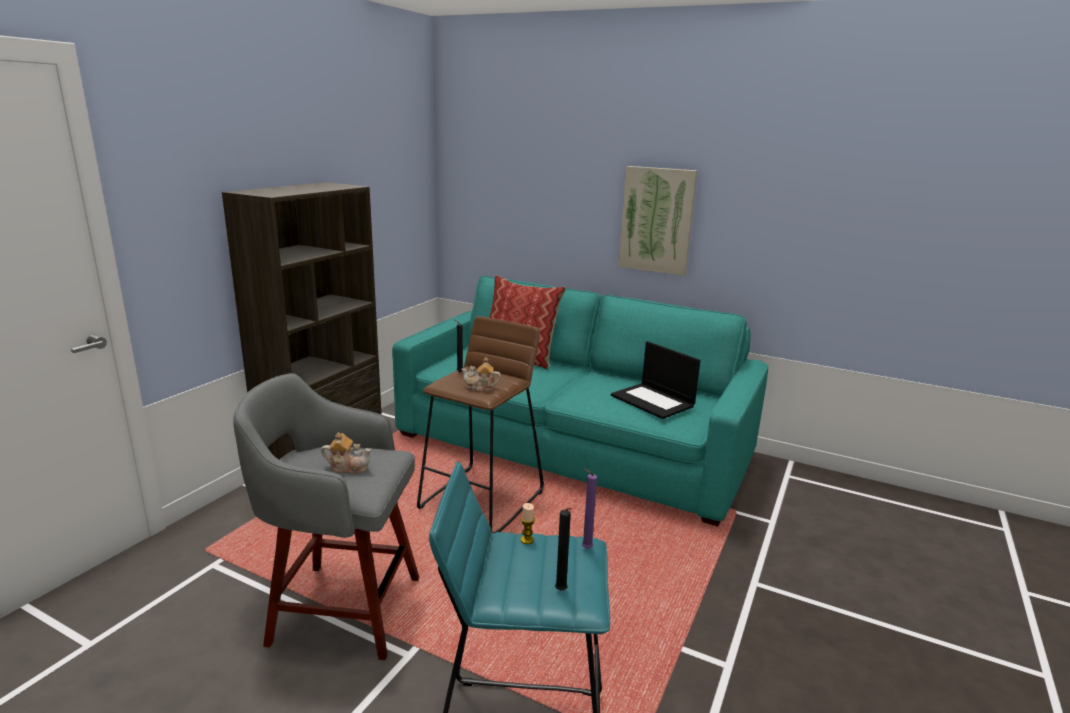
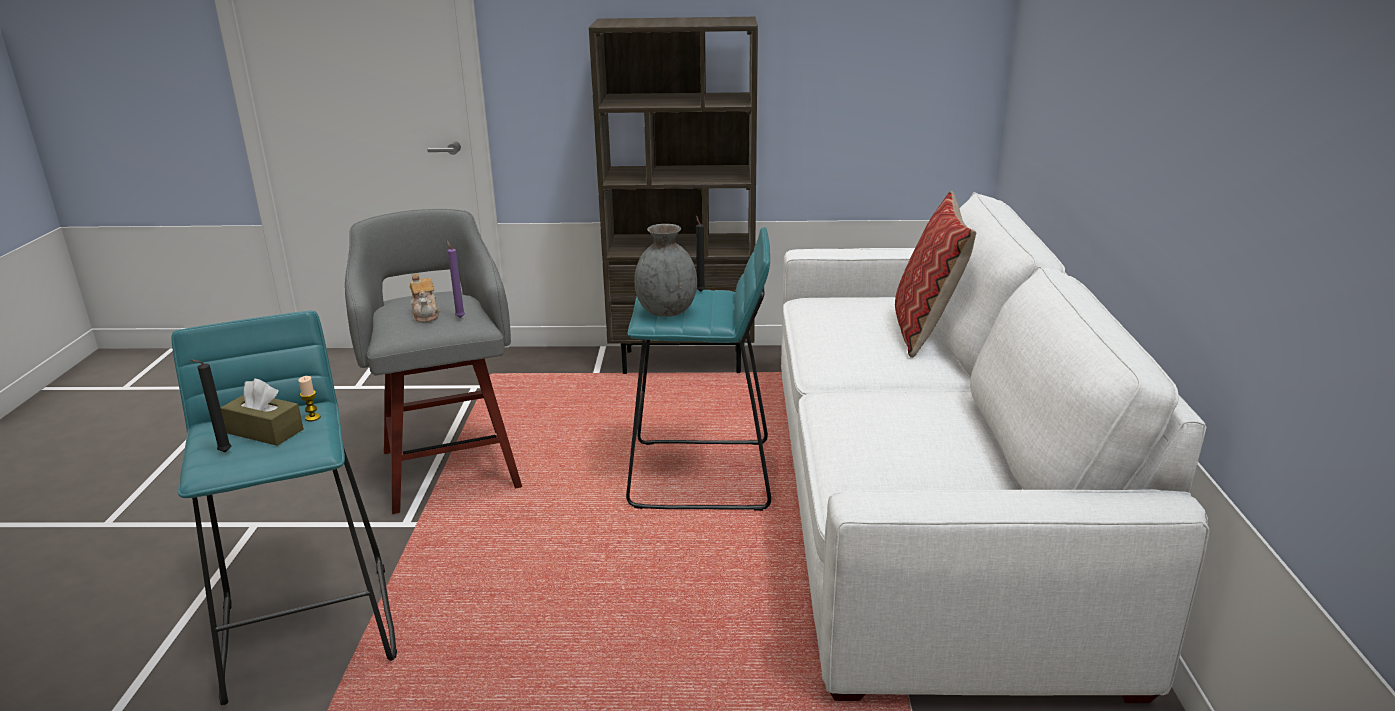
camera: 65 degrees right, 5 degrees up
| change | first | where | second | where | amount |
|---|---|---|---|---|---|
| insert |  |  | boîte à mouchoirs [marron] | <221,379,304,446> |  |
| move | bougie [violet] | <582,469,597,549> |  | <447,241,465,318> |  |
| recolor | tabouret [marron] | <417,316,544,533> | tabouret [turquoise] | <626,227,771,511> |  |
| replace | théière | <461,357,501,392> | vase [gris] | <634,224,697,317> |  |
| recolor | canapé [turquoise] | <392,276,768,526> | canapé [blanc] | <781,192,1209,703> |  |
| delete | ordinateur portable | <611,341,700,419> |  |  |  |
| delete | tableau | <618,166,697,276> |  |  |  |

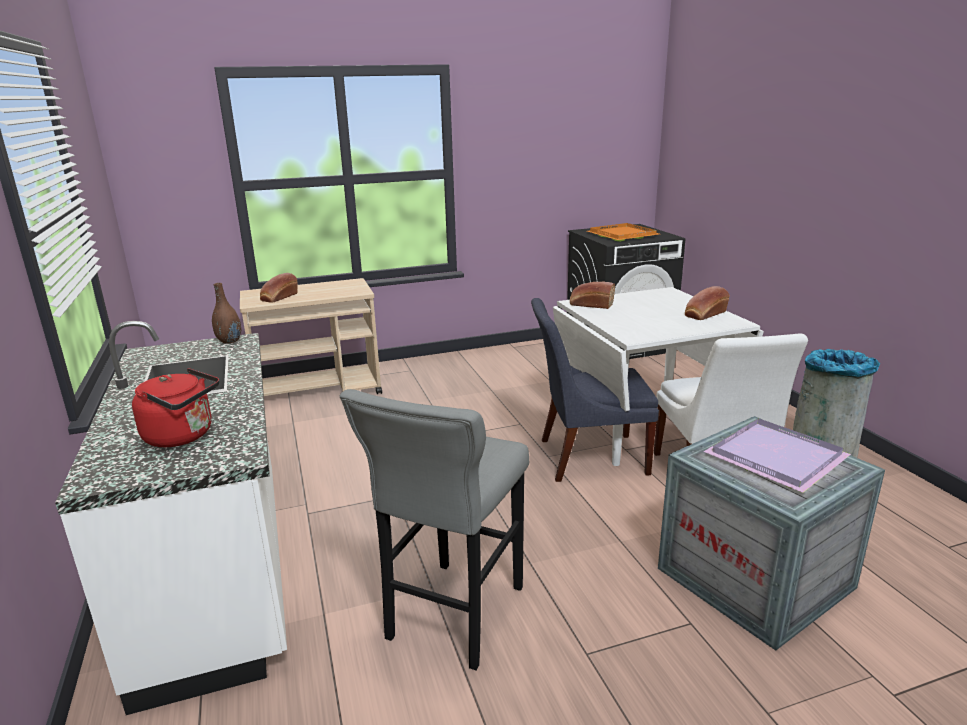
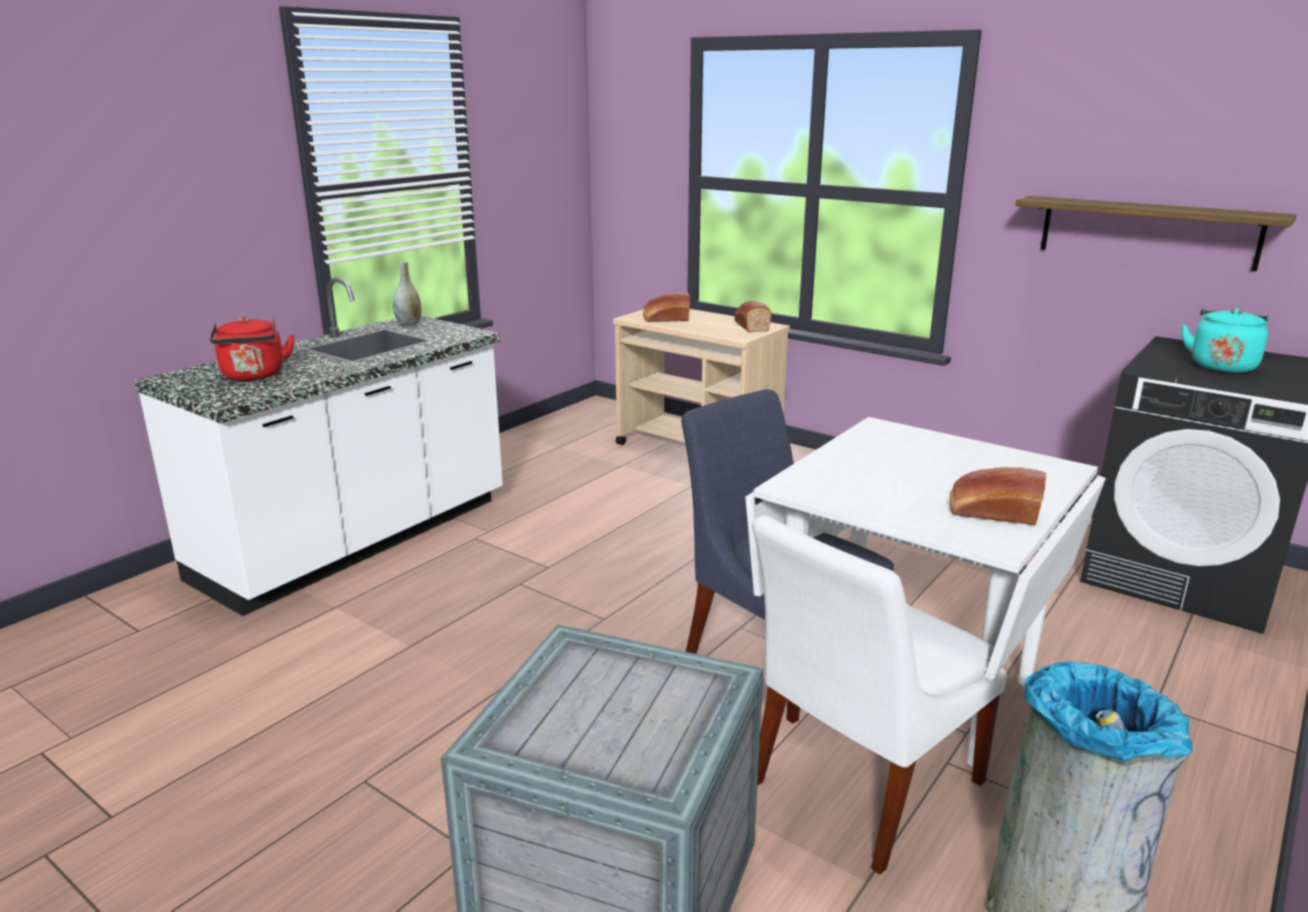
camera: 55 degrees right, 0 degrees up
| change | first | where | second | where | amount |
|---|---|---|---|---|---|
| insert |  |  | vase [gris] | <393,262,421,325> |  |
| move | pain | <570,282,615,309> |  | <735,301,771,332> |  |
| insert |  |  | étagère | <1015,196,1297,271> |  |
| replace | plateau [orange] | <587,223,659,241> | bouilloire [turquoise] | <1182,308,1269,373> |  |
| delete | vase [marron] | <212,283,241,343> |  |  |  |
| delete | tabouret [gris] | <340,389,529,670> |  |  |  |
| delete | plateau [violet] | <704,418,851,493> |  |  |  |

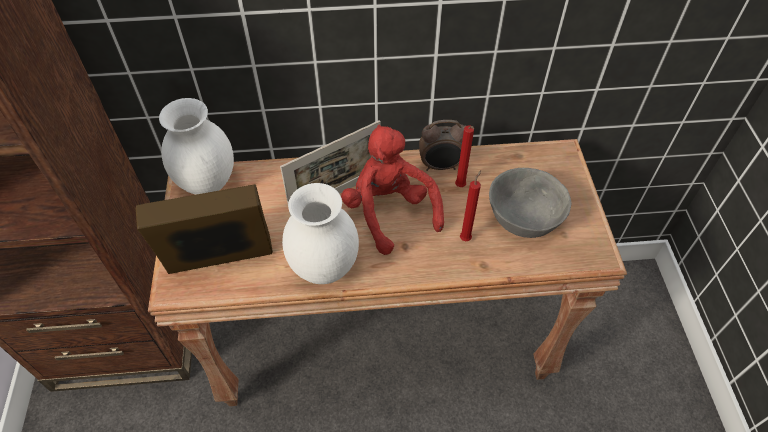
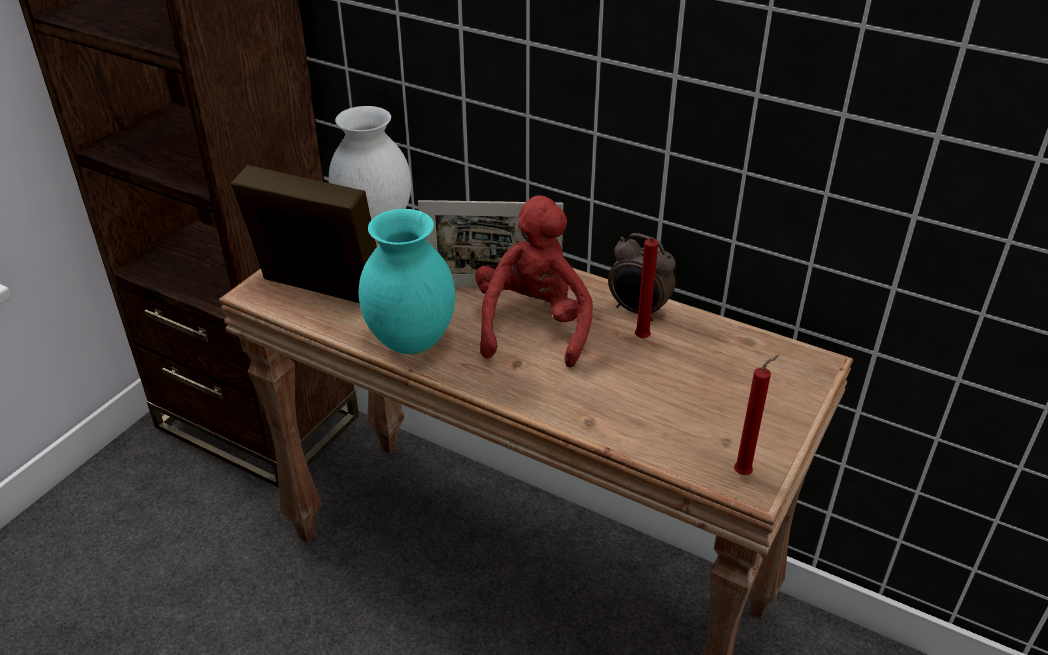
camera: 35 degrees right, 15 degrees down
| change | first | where | second | where | amount |
|---|---|---|---|---|---|
| recolor | vase [blanc] | <282,183,359,284> | vase [turquoise] | <359,209,455,354> |  |
| move | bougie [rouge] | <460,170,481,241> |  | <734,355,779,475> |  |
| delete | bol [gris] | <489,168,571,238> |  |  |  |

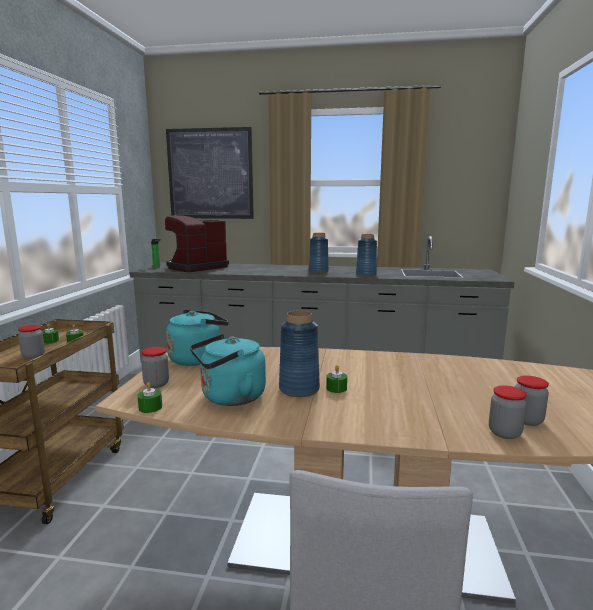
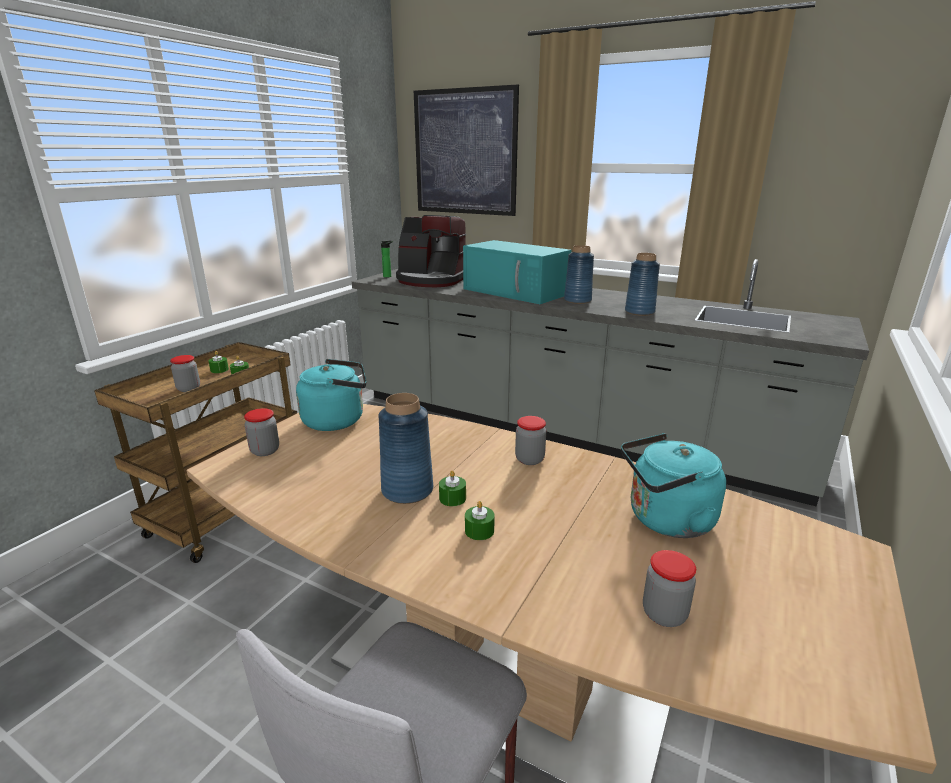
camera: 20 degrees right, 10 degrees up
| change | first | where | second | where | amount |
|---|---|---|---|---|---|
| rotate | machine à café | <165,215,229,272> |  | <396,215,466,287> | 135 degrees counterclockwise |
| insert |  |  | micro-ondes [turquoise] | <463,240,572,304> |  |
| move | bougie [vert] | <137,382,162,413> |  | <465,501,495,540> |  |
| move | bocal | <489,386,527,439> |  | <515,416,546,465> |  |
| move | bouilloire [turquoise] | <190,334,266,406> |  | <621,433,726,538> |  |

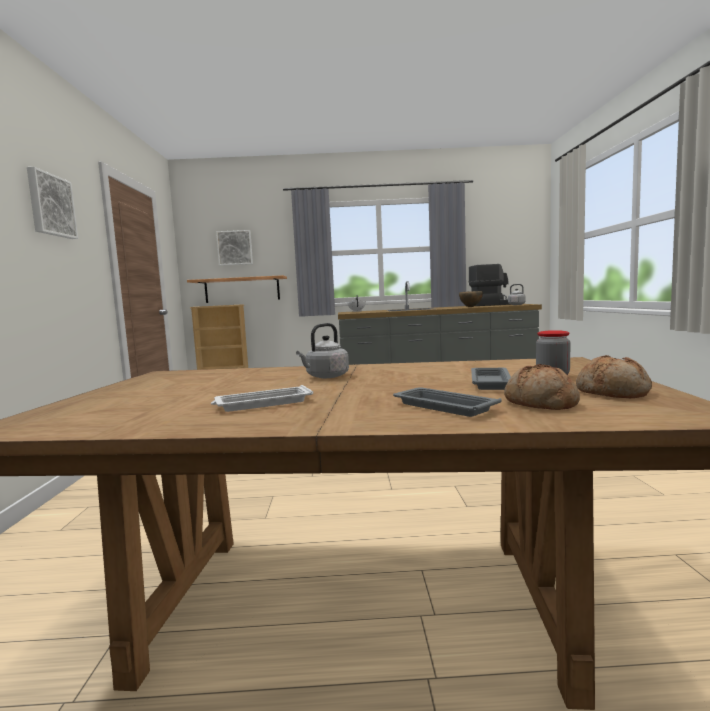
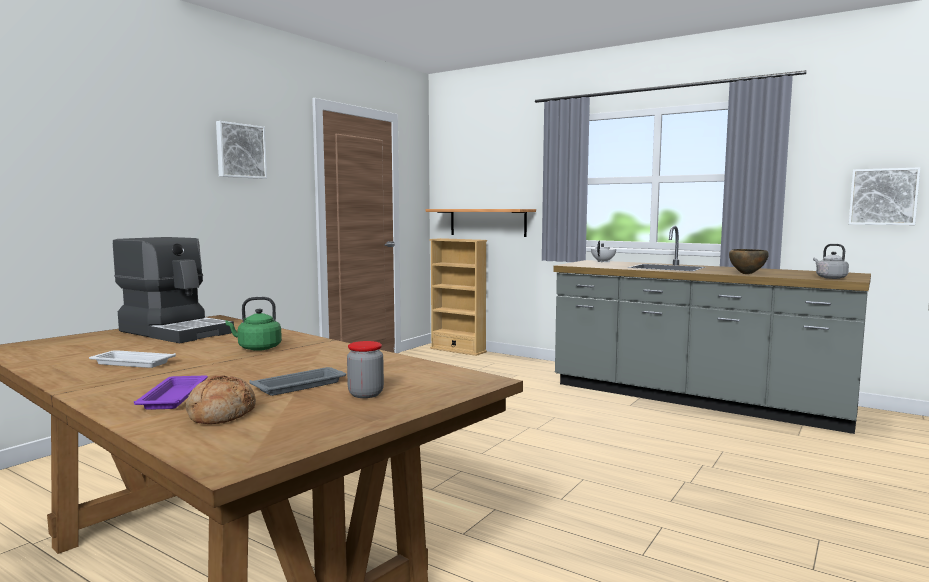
camera: 35 degrees right, 0 degrees up
| change | first | where | second | where | amount |
|---|---|---|---|---|---|
| move | machine à café | <469,264,511,306> |  | <113,237,234,343> |  |
| recolor | plateau [gris] | <393,387,501,417> | plateau [violet] | <134,376,208,410> |  |
| recolor | bouilloire [gris] | <296,323,349,378> | bouilloire [vert] | <225,297,282,351> |  |
| move | tableau | <216,230,253,266> |  | <849,167,920,225> |  |
| delete | pain | <576,355,652,398> |  |  |  |

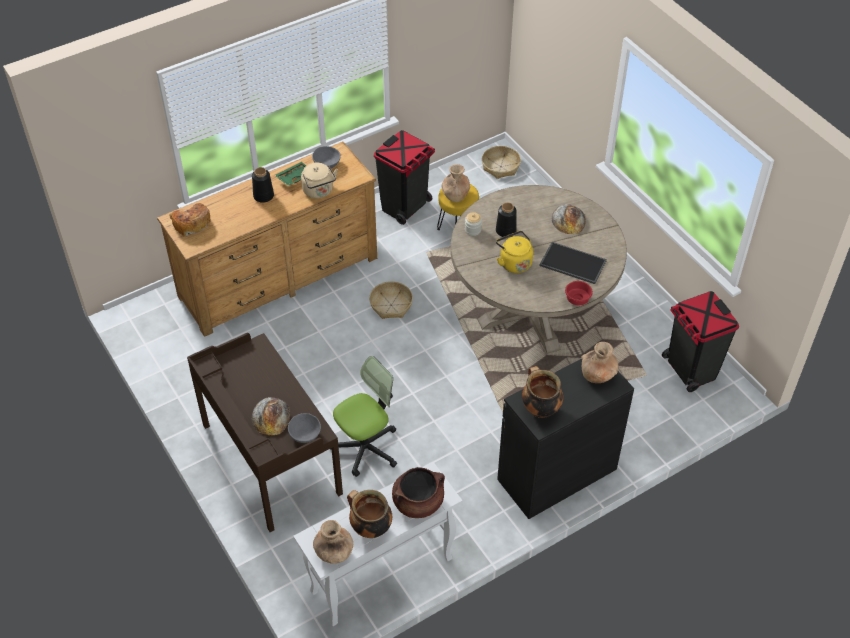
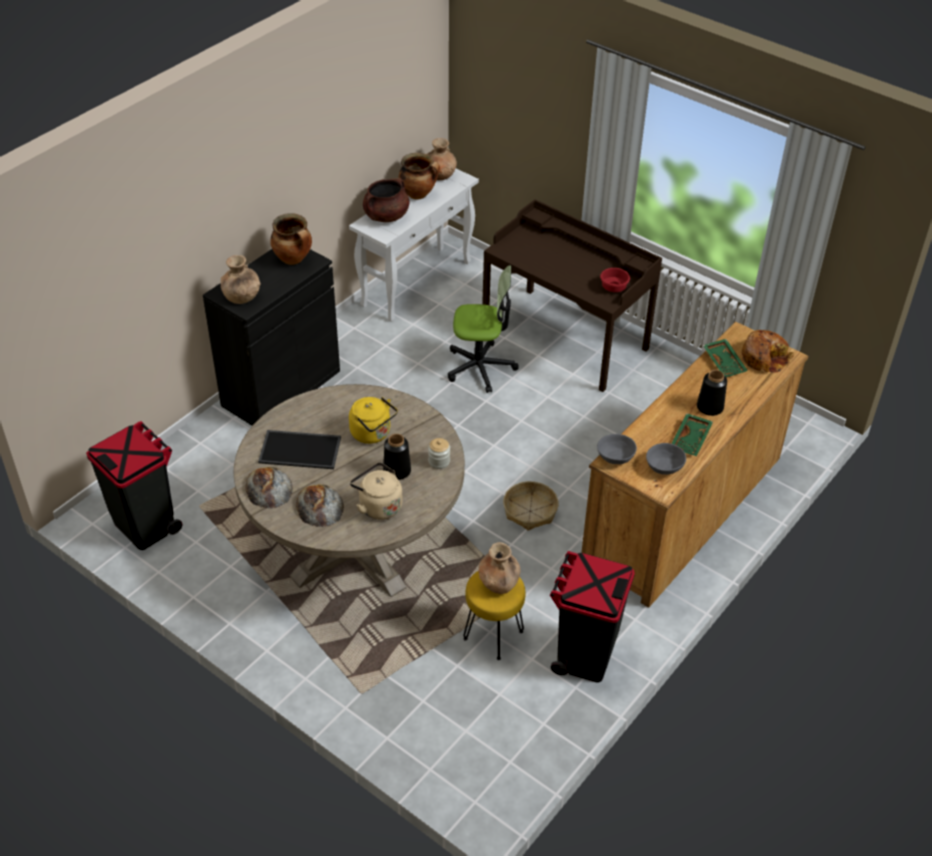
camera: 160 degrees right, 5 degrees down
| change | first | where | second | where | amount |
|---|---|---|---|---|---|
| move | pain | <252,397,290,435> |  | <245,467,293,509> |  |
| move | bouilloire [beige] | <301,163,338,198> |  | <350,462,403,520> |  |
| rotate | chaise de bureau | <333,356,397,477> |  | <448,265,519,393> | 120 degrees counterclockwise |
| move | bol [gris] | <288,413,321,443> |  | <597,434,637,464> |  |
| move | bol [rouge] | <565,281,593,305> |  | <600,268,630,292> |  |
| insert |  |  | plateau [vert] | <703,339,748,377> |  |
| delete | panier | <482,146,521,179> |  |  |  |

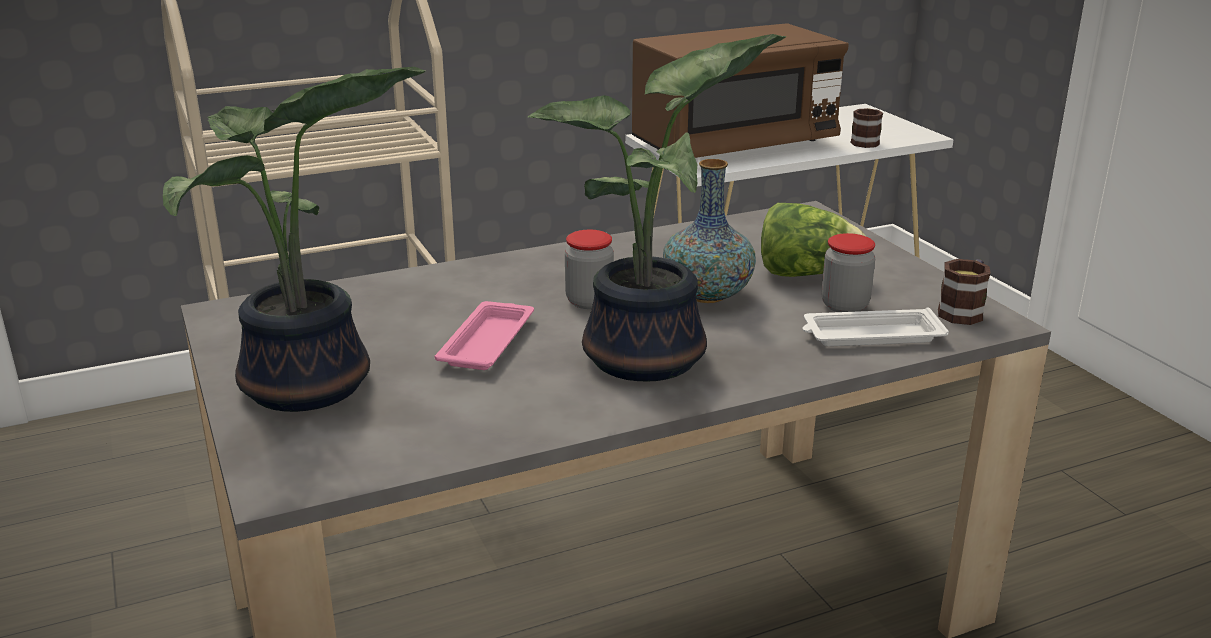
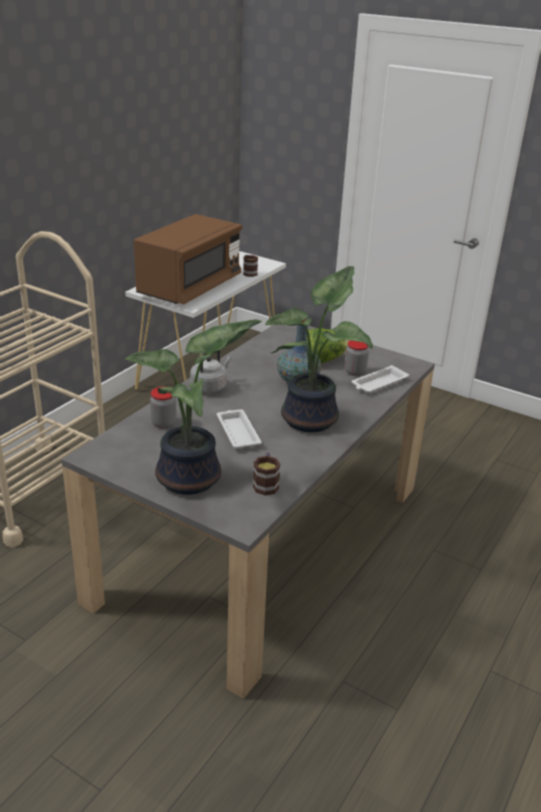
camera: 35 degrees left, 5 degrees up
| change | first | where | second | where | amount |
|---|---|---|---|---|---|
| move | bocal | <565,230,614,309> |  | <150,387,177,429> |  |
| insert |  |  | bouilloire [gris] | <190,350,231,393> |  |
| recolor | plateau [rose] | <435,301,534,370> | plateau [blanc] | <217,409,262,449> |  |
| move | mug | <938,259,991,325> |  | <253,453,280,496> |  |

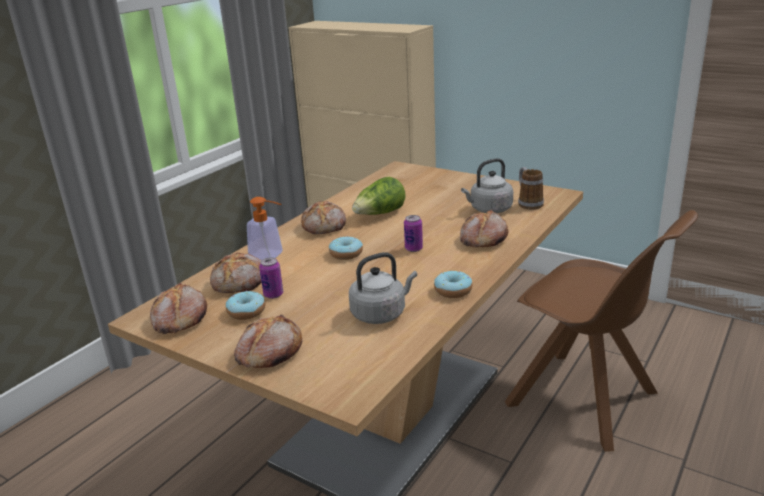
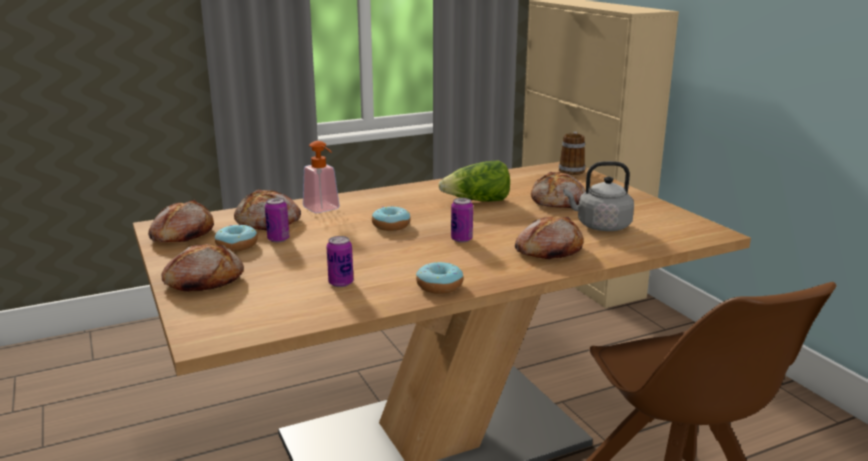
camera: 30 degrees right, 5 degrees down
| change | first | where | second | where | amount |
|---|---|---|---|---|---|
| replace | bouilloire [gris] | <349,252,417,324> | boîte métallique | <327,236,353,287> |  |
| move | pain | <301,201,346,234> |  | <531,172,586,208> |  |
| move | mug | <518,167,544,210> |  | <559,132,585,175> |  |

